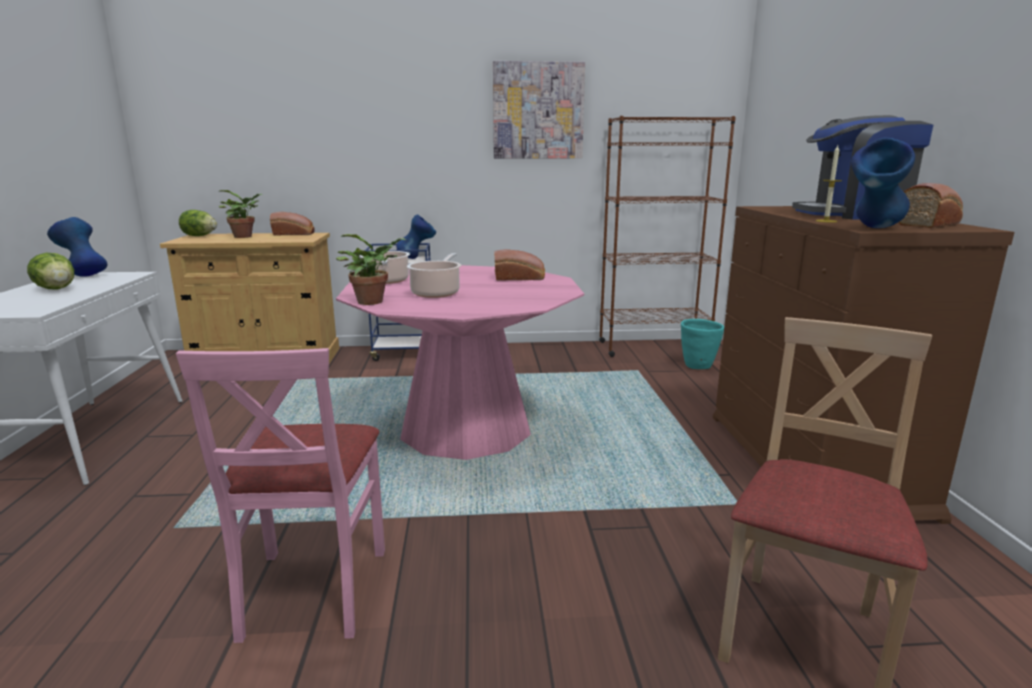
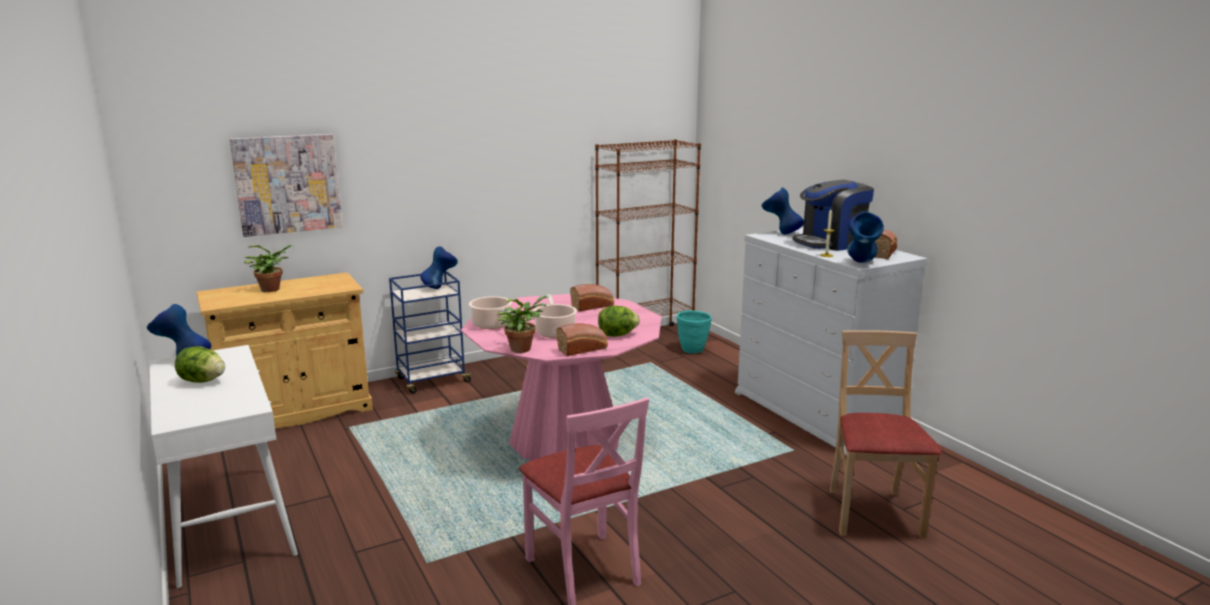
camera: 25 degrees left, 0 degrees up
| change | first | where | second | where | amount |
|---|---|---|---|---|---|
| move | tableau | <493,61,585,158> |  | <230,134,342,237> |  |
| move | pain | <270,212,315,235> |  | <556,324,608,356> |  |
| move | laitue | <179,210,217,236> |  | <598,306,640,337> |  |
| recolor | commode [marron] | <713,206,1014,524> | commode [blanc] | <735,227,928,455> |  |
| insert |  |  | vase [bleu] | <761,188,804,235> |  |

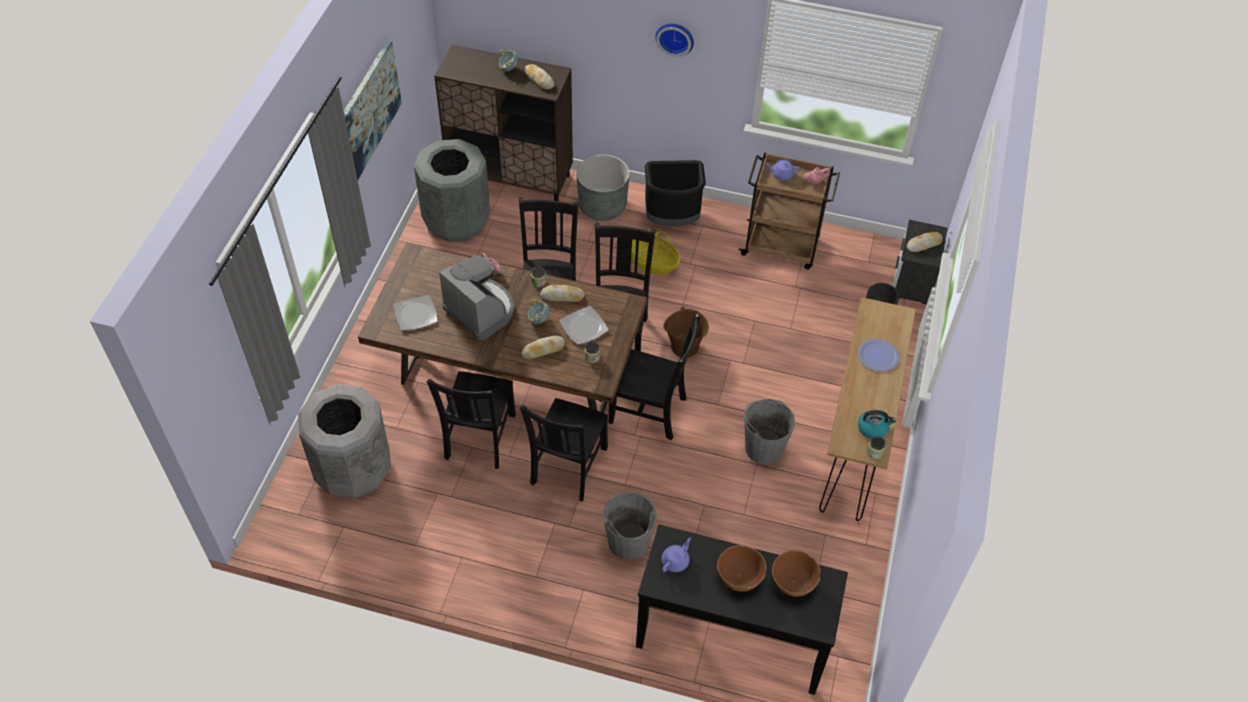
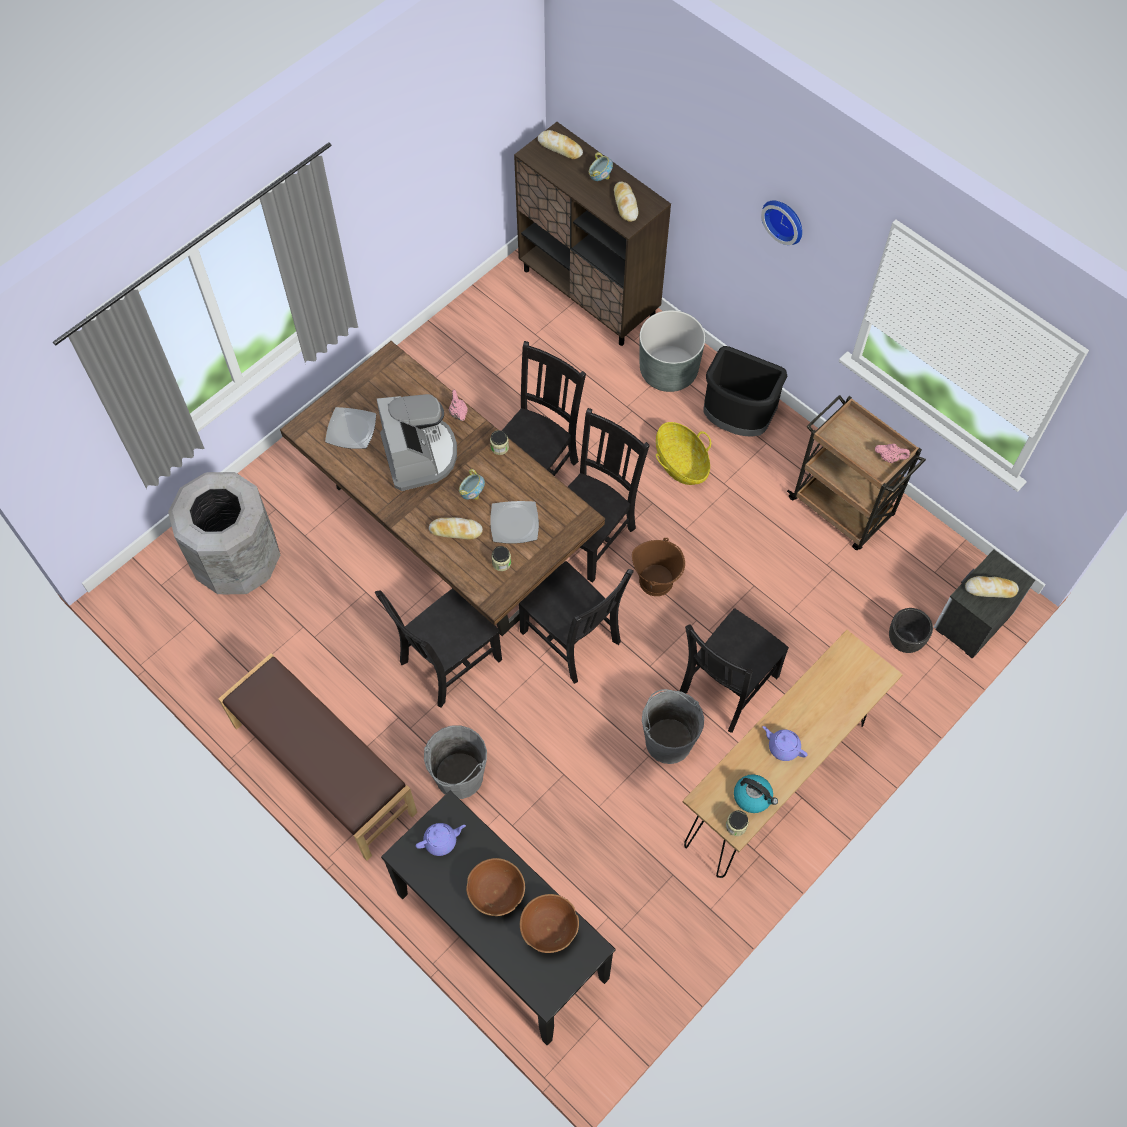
camera: 30 degrees right, 10 degrees up
| change | first | where | second | where | amount |
|---|---|---|---|---|---|
| insert |  |  | banc [marron] | <218,653,417,861> |  |
| move | pain | <540,285,585,302> |  | <538,130,583,159> |  |
| move | chaise [noir] | <427,371,516,469> |  | <680,608,789,733> |  |
| move | théière [violet] | <765,159,801,180> |  | <763,726,808,761> |  |
| delete | tableau | <344,39,402,180> |  |  |  |
| delete | poubelle [gris] | <414,139,491,242> |  |  |  |
| delete | assiette | <858,339,900,372> |  |  |  |

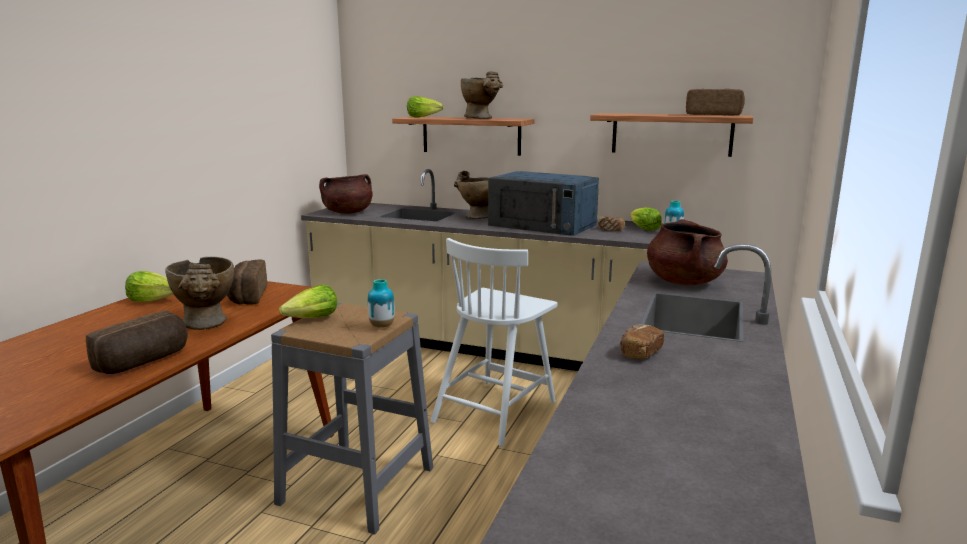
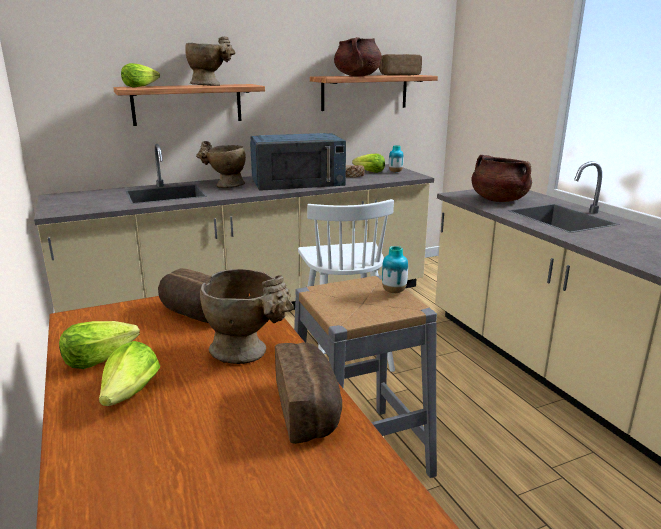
camera: 45 degrees left, 5 degrees up
| change | first | where | second | where | amount |
|---|---|---|---|---|---|
| move | laitue | <279,285,337,318> |  | <99,341,161,406> |  |
| move | marmite [marron] | <319,174,373,214> |  | <334,37,382,76> |  |
| delete | pain | <620,324,664,359> |  |  |  |

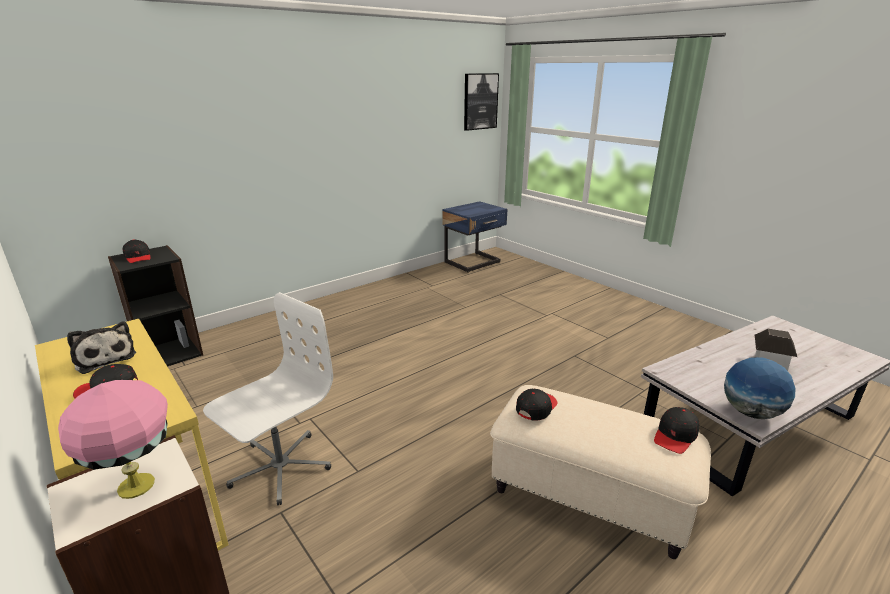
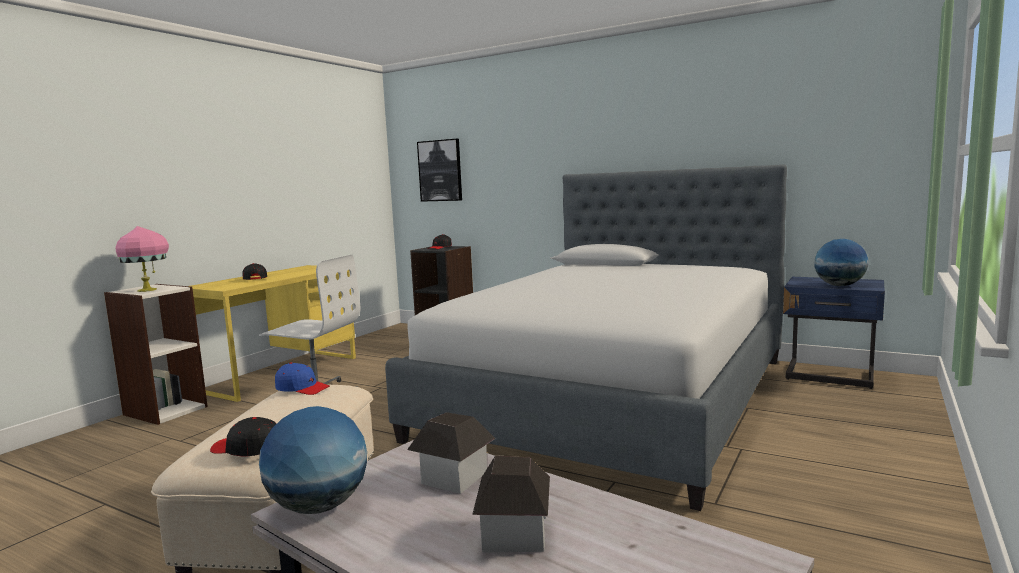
camera: 70 degrees right, 15 degrees down
| change | first | where | second | where | amount |
|---|---|---|---|---|---|
| recolor | casquette [noir] | <516,388,558,420> | casquette [bleu] | <275,362,330,395> |  |
| insert |  |  | lit | <385,164,787,511> |  |
| insert |  |  | maison miniature | <407,412,496,494> |  |
| move | tableau | <464,73,499,131> |  | <417,139,462,202> |  |
| insert |  |  | globe | <814,239,868,286> |  |
| delete | peluche | <67,321,136,374> |  |  |  |

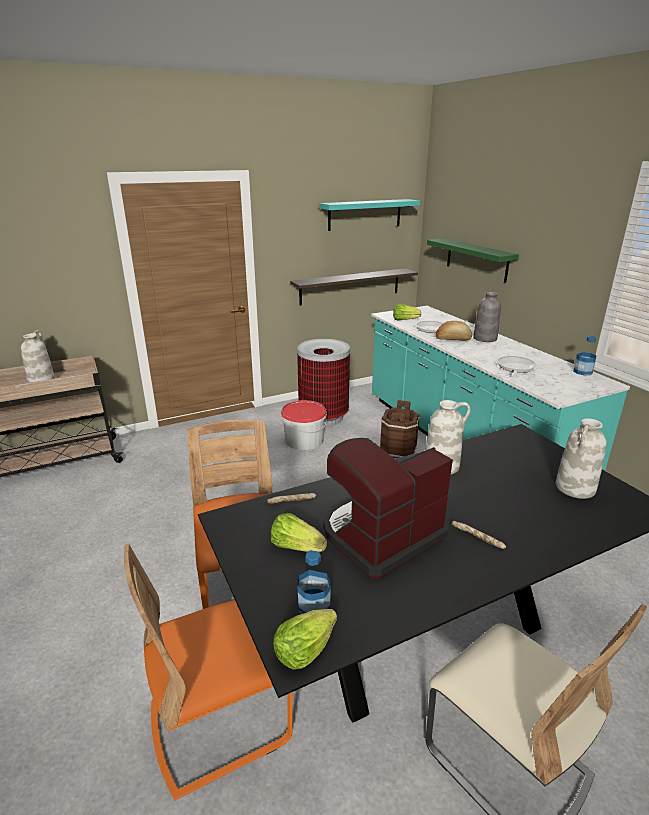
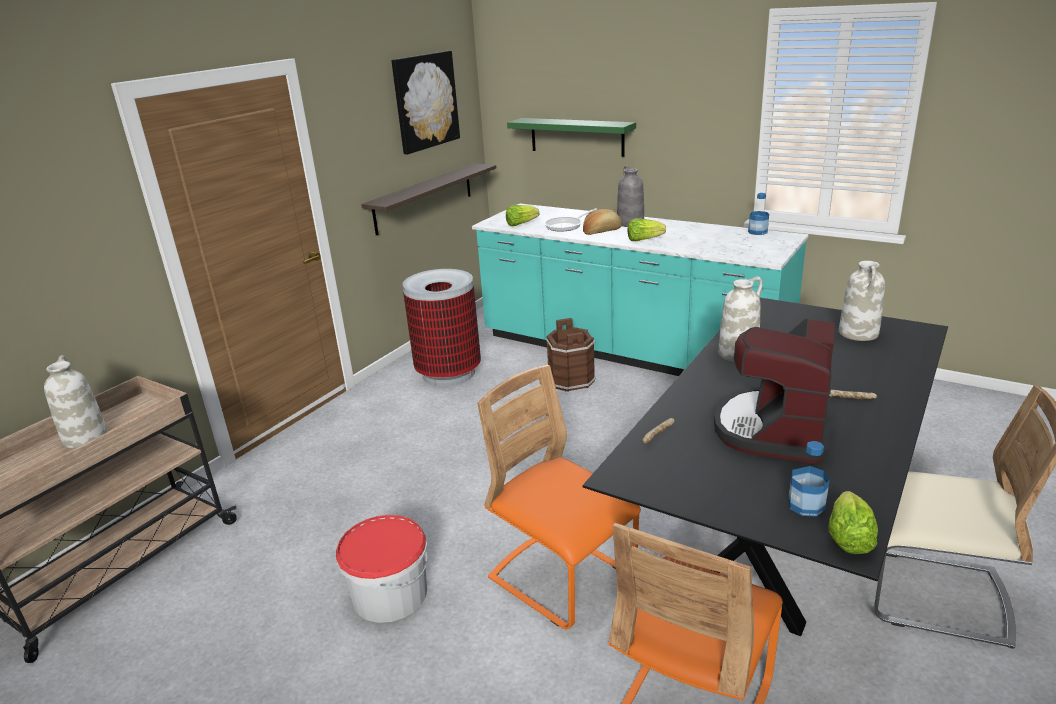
camera: 30 degrees left, 0 degrees up
| change | first | where | second | where | amount |
|---|---|---|---|---|---|
| move | seau | <281,400,327,450> |  | <336,515,427,623> |  |
| replace | étagère [turquoise] | <319,199,421,231> | tableau | <391,51,460,154> |  |
| move | laitue | <271,513,327,552> |  | <628,218,666,241> |  |
| delete | poêle | <497,356,537,376> |  |  |  |

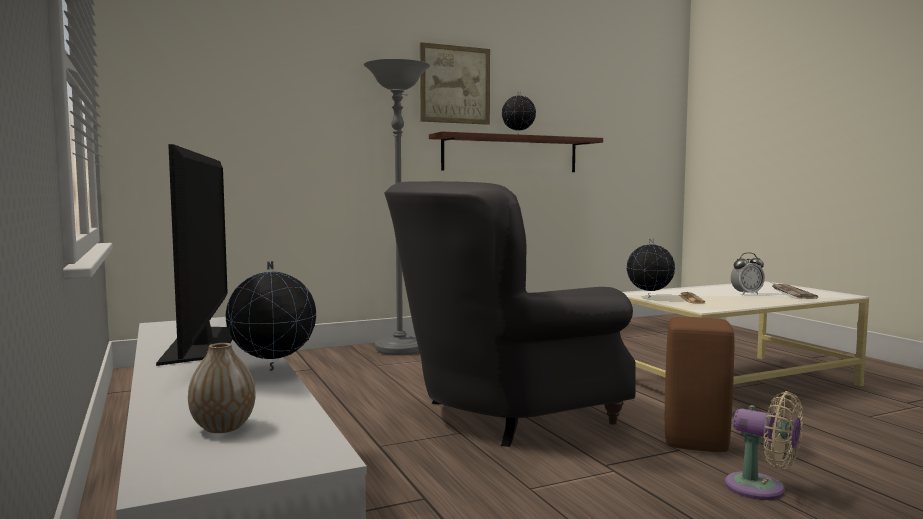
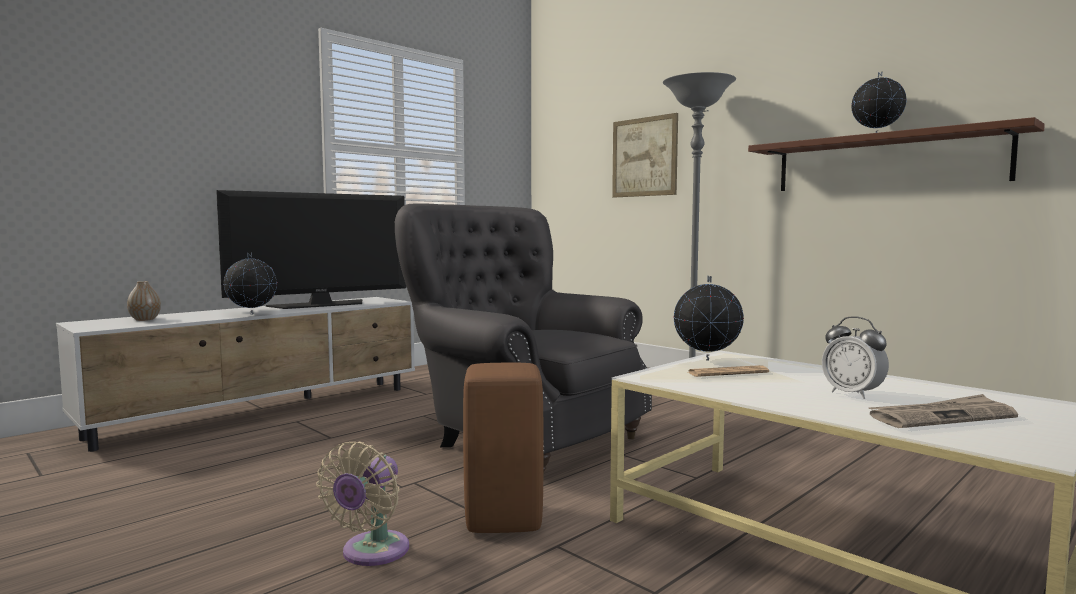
camera: 70 degrees right, 0 degrees up
| change | first | where | second | where | amount |
|---|---|---|---|---|---|
| move | tableau | <420,42,490,125> |  | <612,113,678,197> |  |

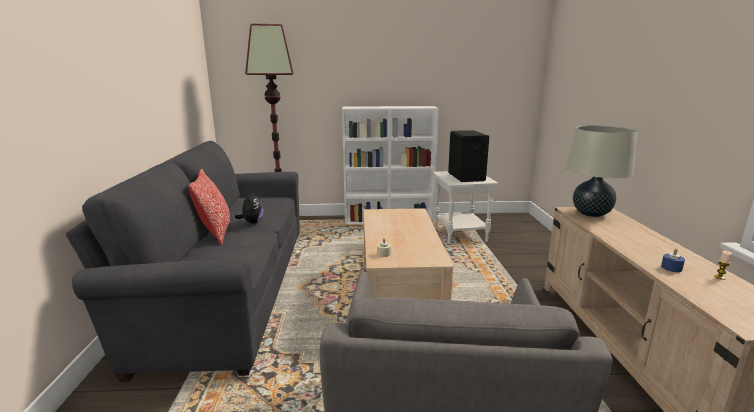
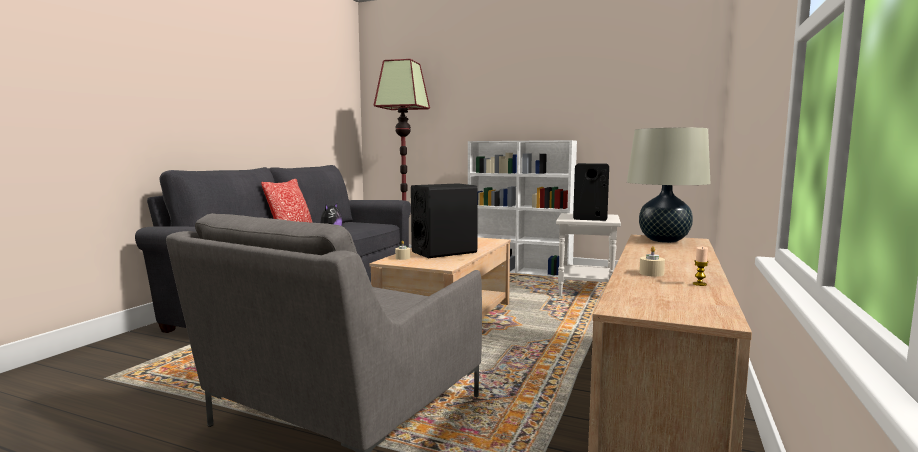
camera: 25 degrees right, 10 degrees down
| change | first | where | second | where | amount |
|---|---|---|---|---|---|
| insert |  |  | enceinte [noir] | <411,183,478,258> |  |
| recolor | bougie [bleu] | <661,248,685,272> | bougie [beige] | <639,246,665,277> |  |

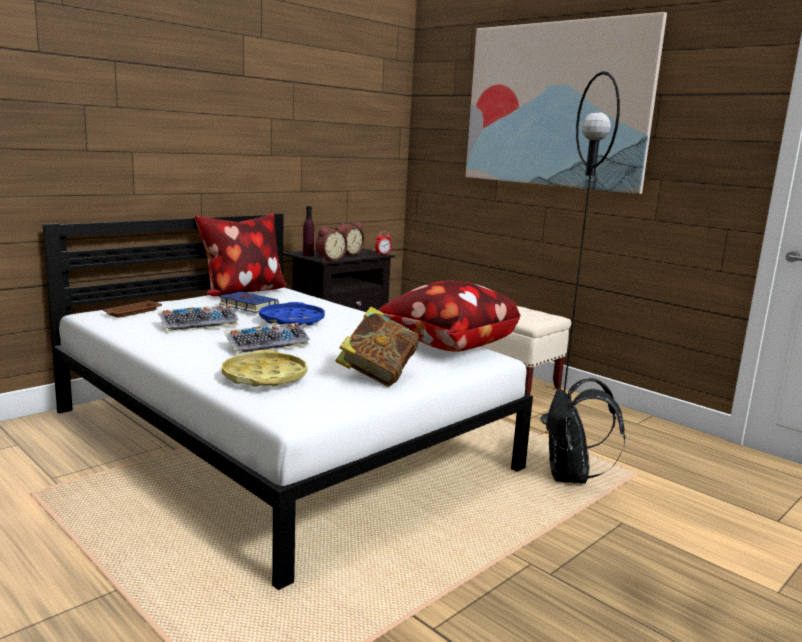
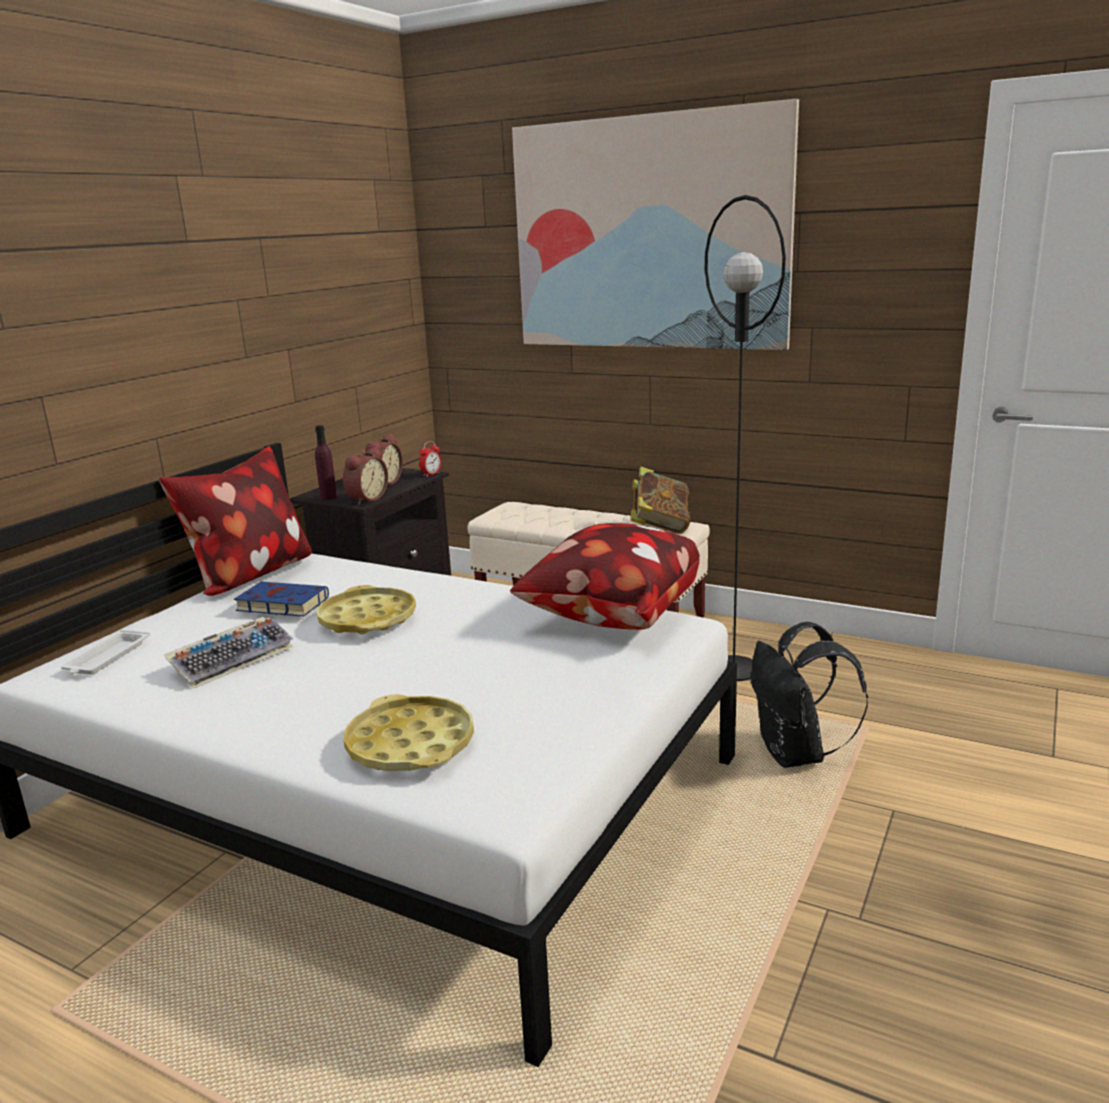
camera: 15 degrees left, 5 degrees up
| change | first | where | second | where | amount |
|---|---|---|---|---|---|
| recolor | plateau [marron] | <103,300,162,318> | plateau [blanc] | <61,630,150,675> |  |
| recolor | plateau [bleu] | <259,302,325,325> | plateau [jaune] | <316,585,416,634> |  |
| move | livre | <335,307,419,386> |  | <631,467,690,534> |  |
| delete | clavier | <224,323,311,355> |  |  |  |

